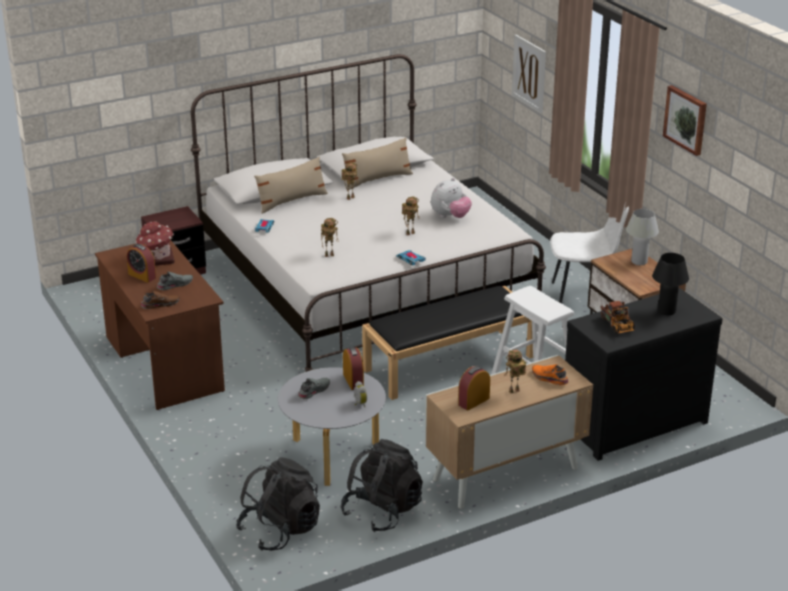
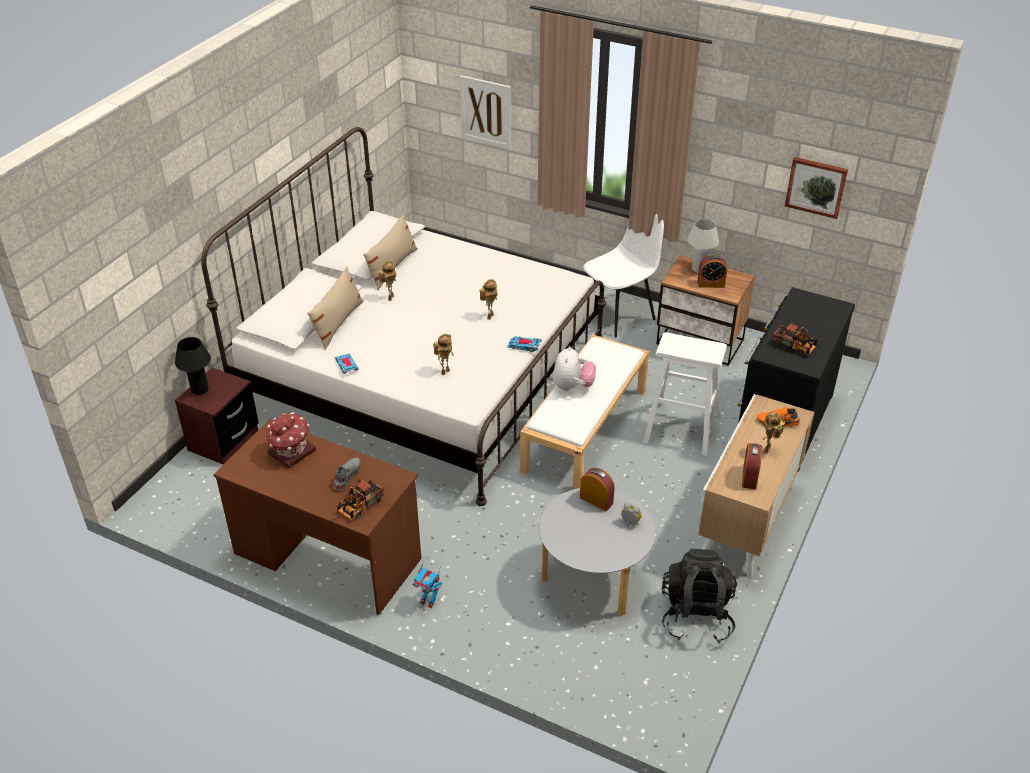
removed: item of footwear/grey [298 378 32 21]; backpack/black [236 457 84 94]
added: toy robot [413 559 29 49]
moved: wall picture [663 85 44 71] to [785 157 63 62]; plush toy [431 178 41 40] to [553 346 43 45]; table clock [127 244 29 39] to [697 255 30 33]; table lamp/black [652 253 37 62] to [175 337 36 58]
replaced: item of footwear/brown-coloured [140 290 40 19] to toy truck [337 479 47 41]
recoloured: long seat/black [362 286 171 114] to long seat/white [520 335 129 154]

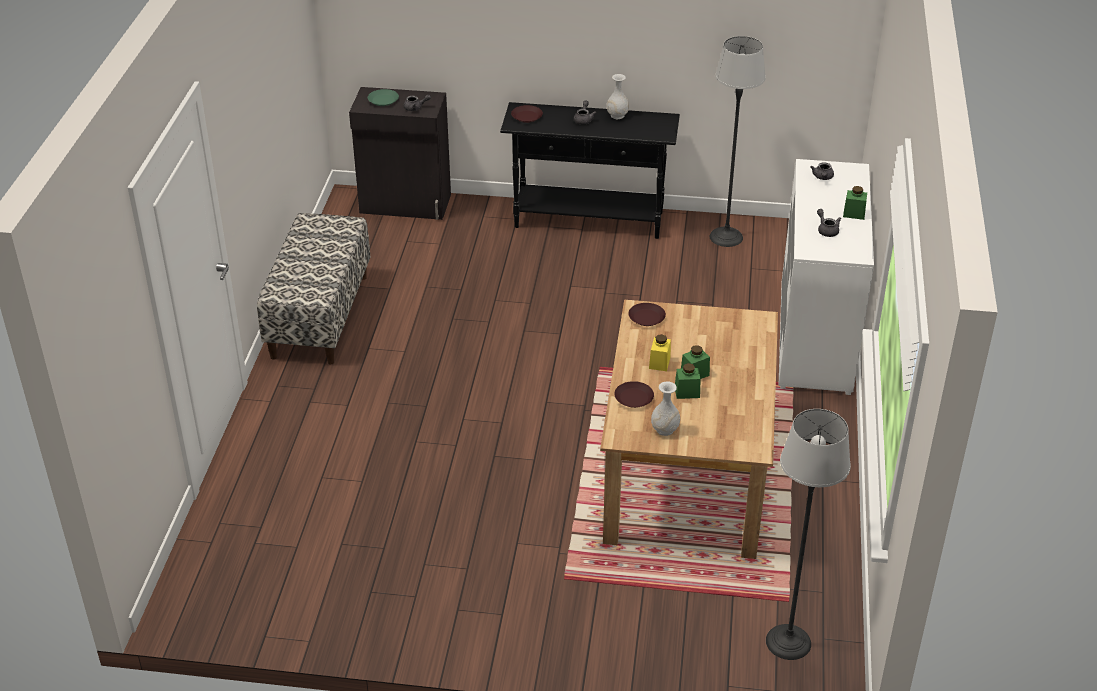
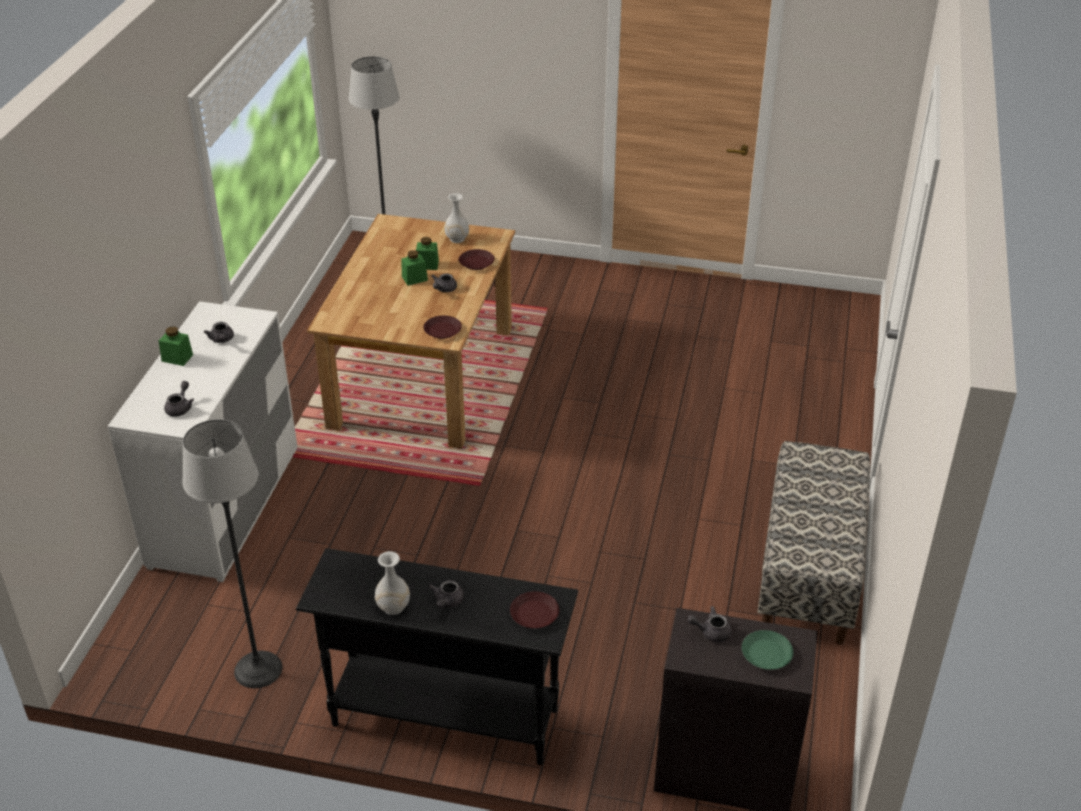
replaced: storage jar/yellow [649 334 22 37] to pot for tea/grey [431 273 26 19]

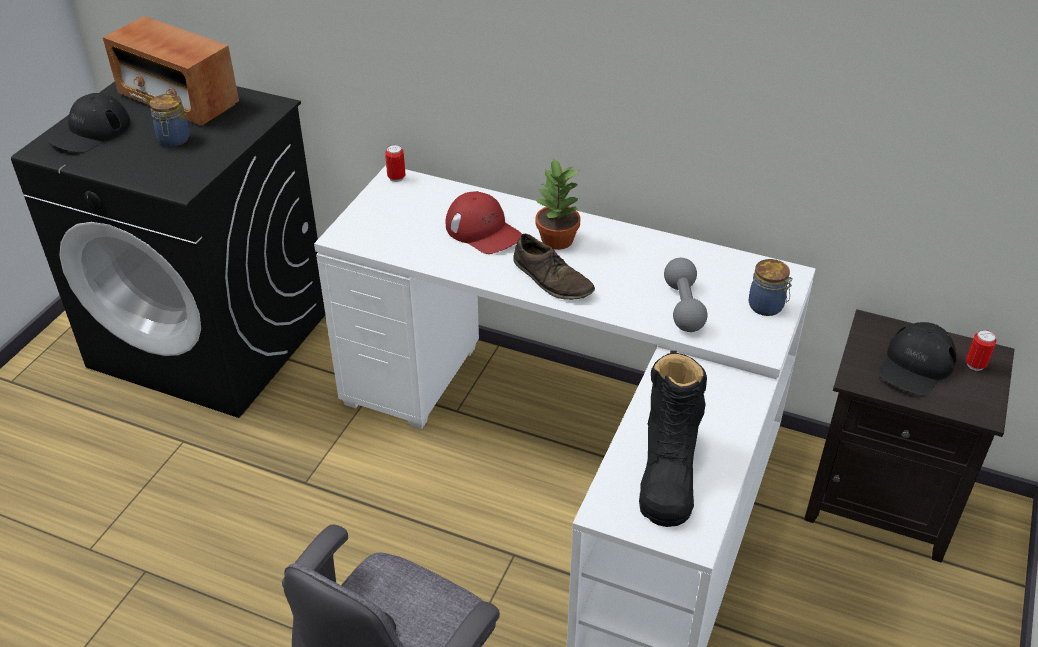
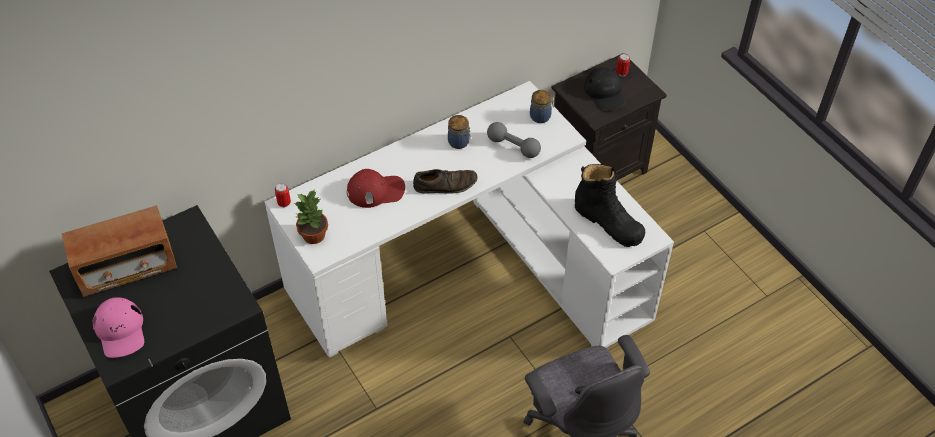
moved: storage jar [150 94 40 53] to [448 115 23 34]; potted plant [534 157 47 93] to [294 190 34 54]
recoloured: cap/black [49 93 81 60] to cap/pink-coloured [93 297 51 61]

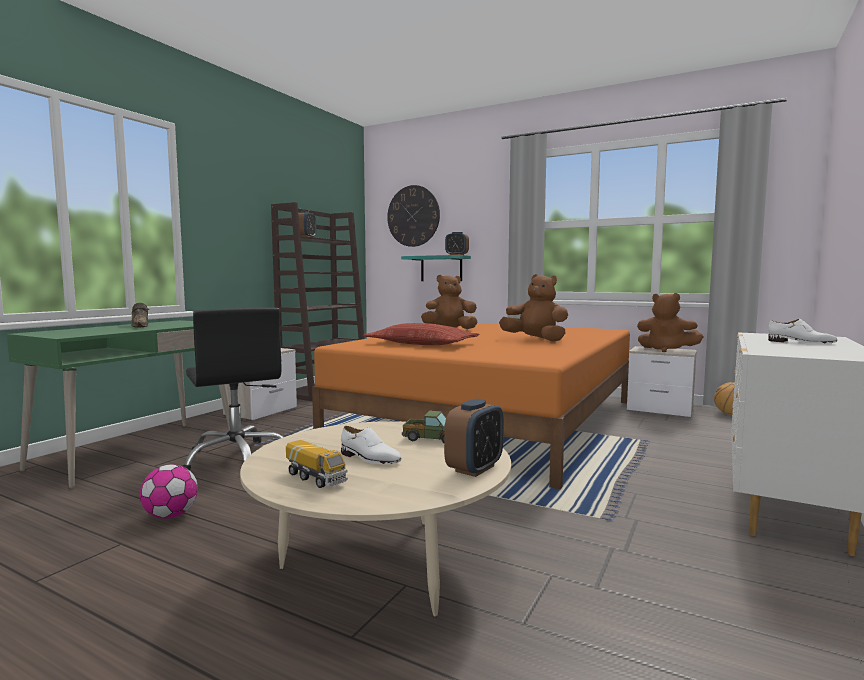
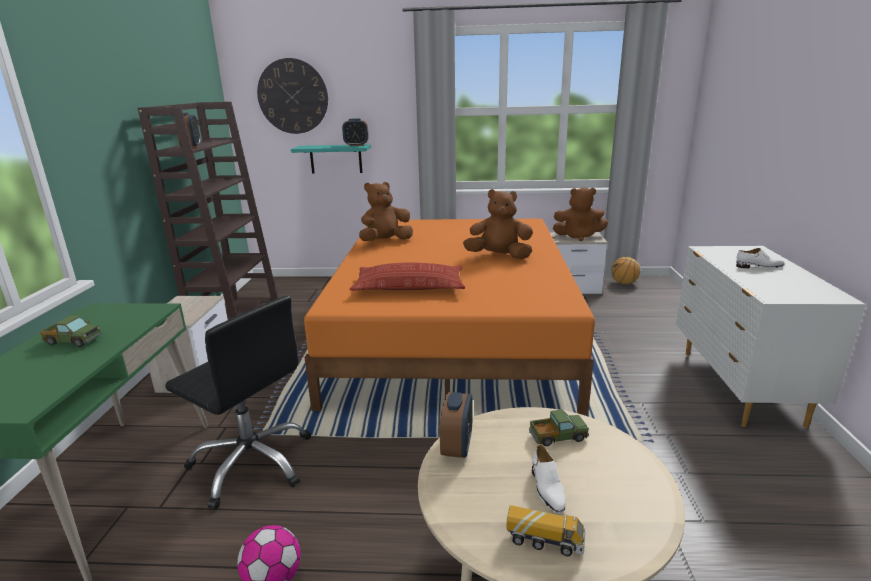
moved: table clock [444 399 60 78] to [440 392 33 66]
replaced: item of footwear/brown-coloured [131 303 18 25] to toy truck [40 316 62 31]
turned: item of footwear/white [341 426 60 38] = [532 445 34 68] 75 degrees clockwise

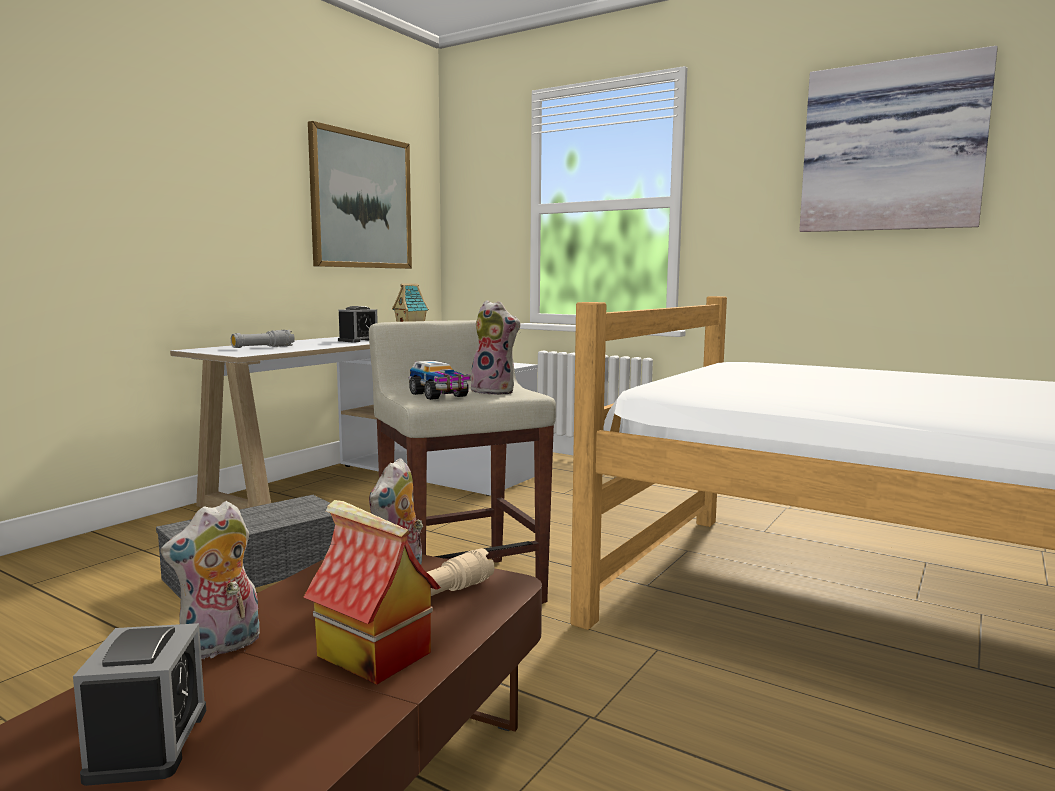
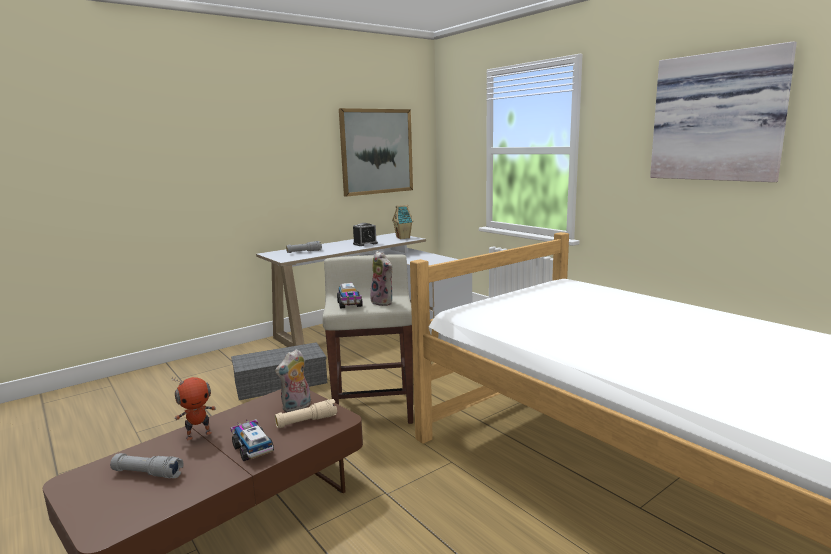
replaced: toy house [303 500 138 185] to toy truck [230 419 44 42]; plush toy [160 501 100 158] to toy robot [172 377 44 63]; table clock [73 623 133 163] to hand torch/grey [110 453 73 25]

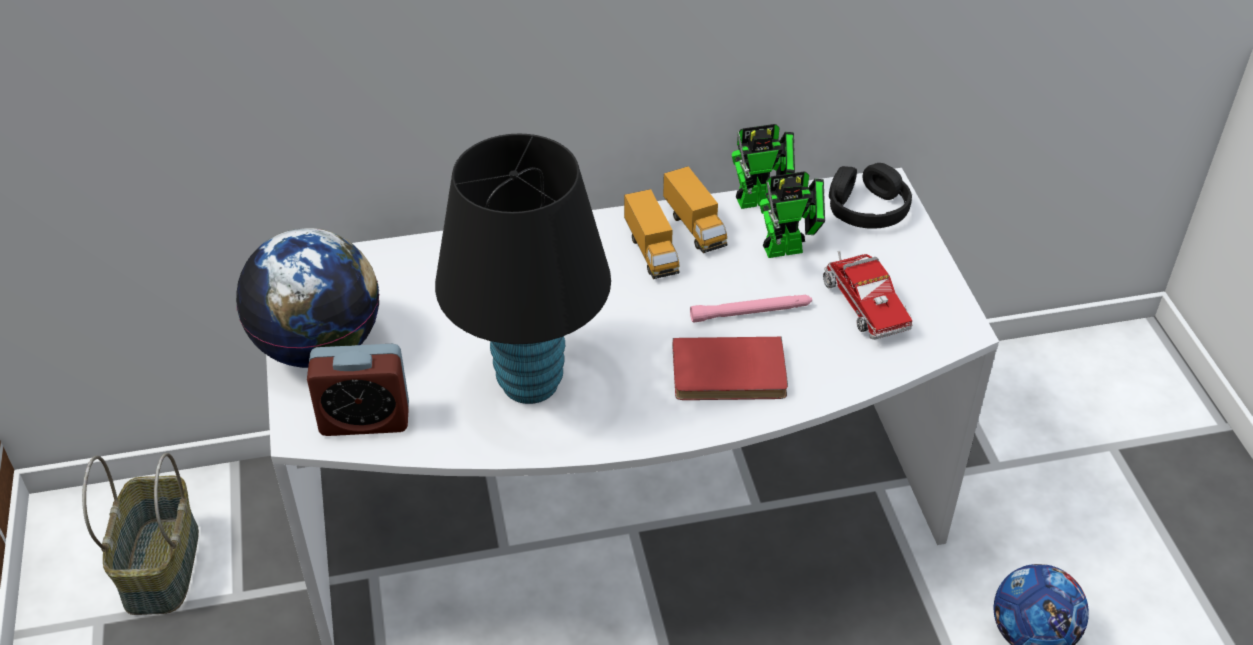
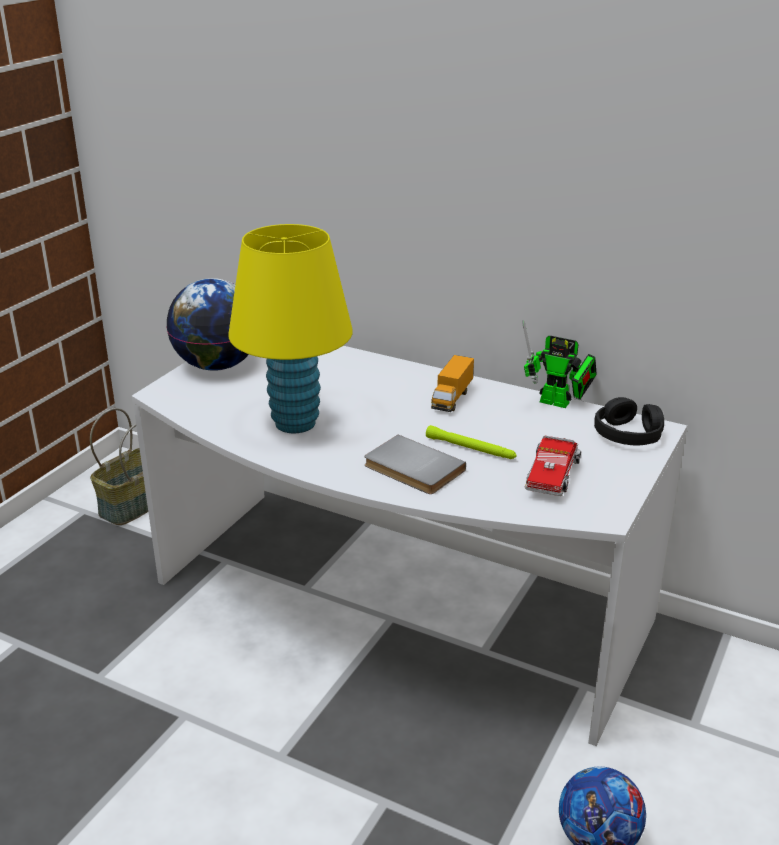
removed: toy truck [663 166 64 87]; toy robot [759 172 66 86]; table clock [307 344 102 92]
recoloured: table lamp/black [435 134 176 270] to table lamp/yellow [228 224 125 209]; hand torch/pink-coloured [690 295 122 27] to hand torch/green [426 425 91 34]; book/reddish [673 337 115 63] to book/grey [365 435 101 59]

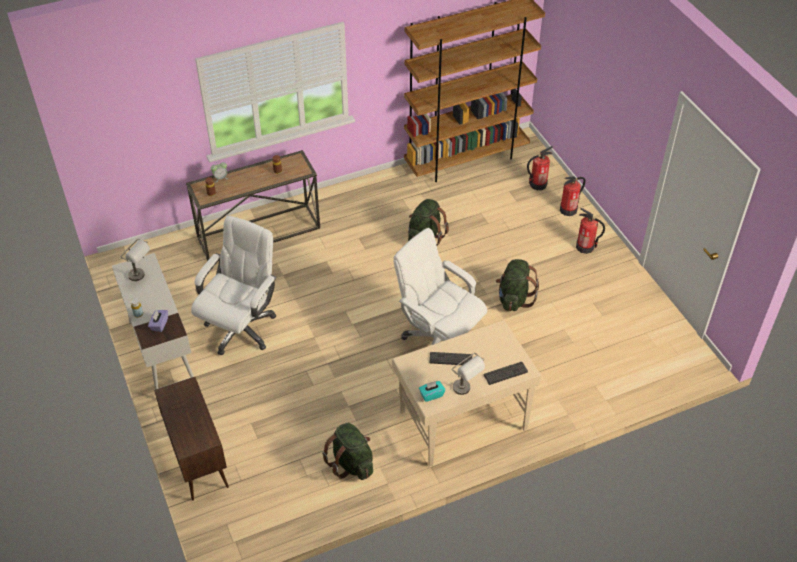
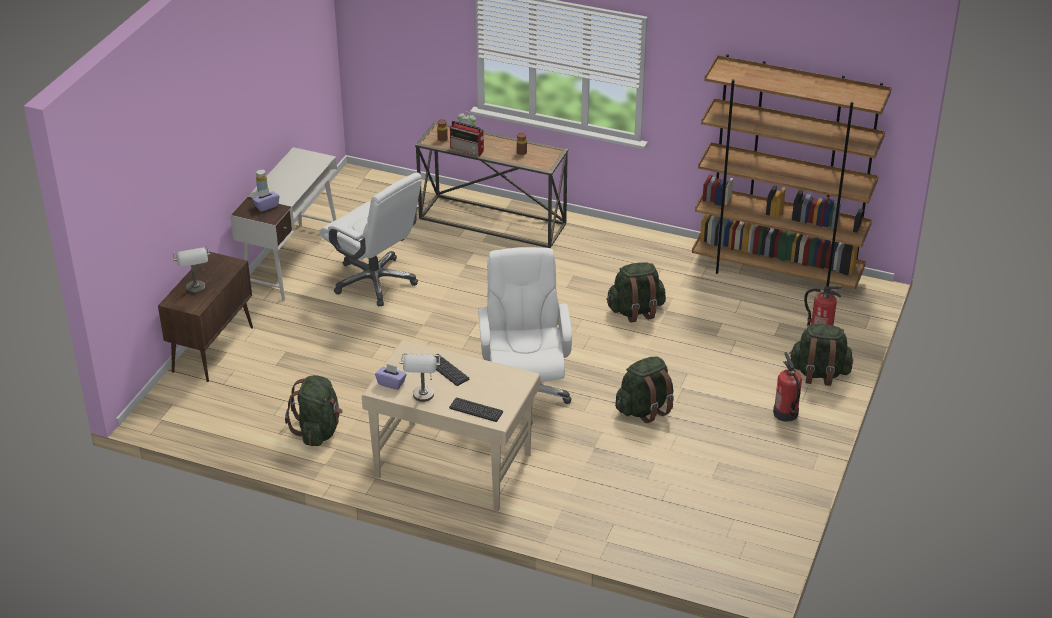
added: radio set [450 121 34 35]
moved: table lamp/grey [120 239 30 42] to [173 247 37 47]
replaced: extinguisher [560 176 25 40] to backpack/green [789 324 64 62]
recoloured: tissue holder/turquoise [419 381 26 21] to tissue holder/purple-coloured [375 364 32 26]
turned: desk chair/white [191 216 86 139] = [319 173 103 133] 60 degrees clockwise

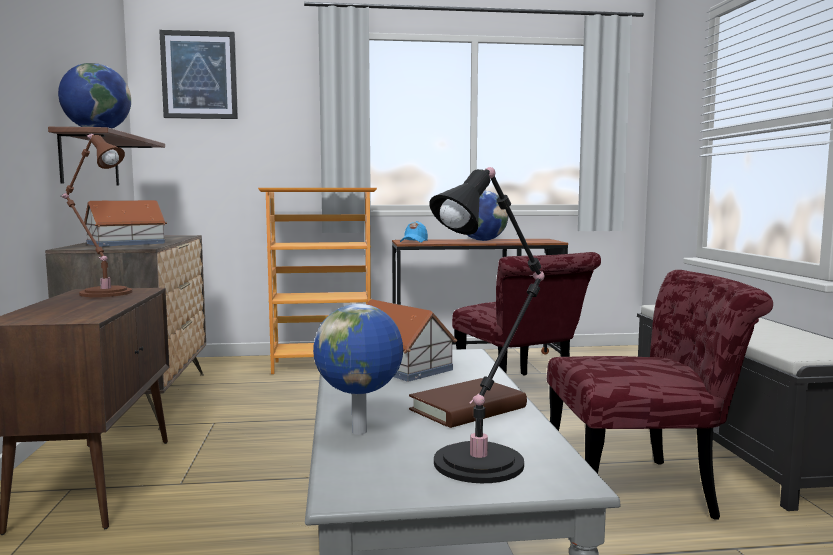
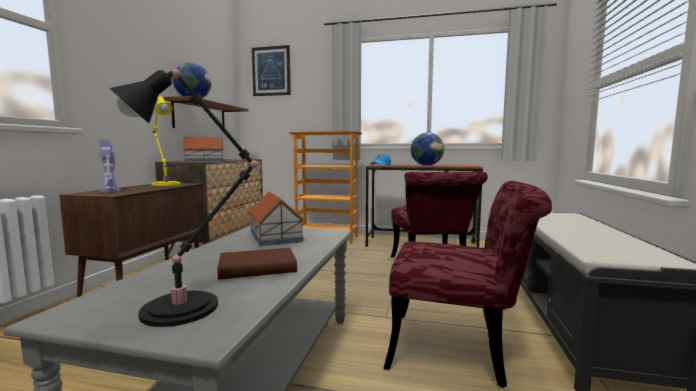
removed: desk globe [313 304 90 131]
added: toy robot [98 139 23 53]
recoloured: table lamp/brown-coloured [62 134 70 163] to table lamp/yellow [151 96 30 90]

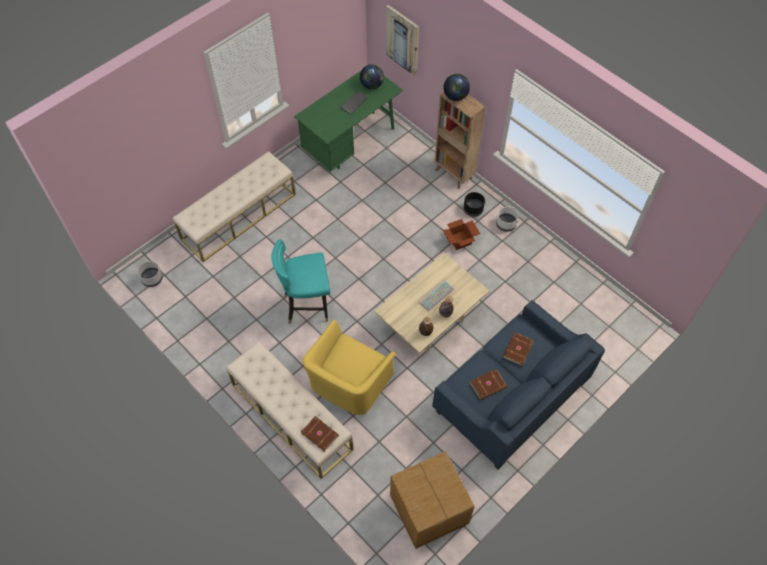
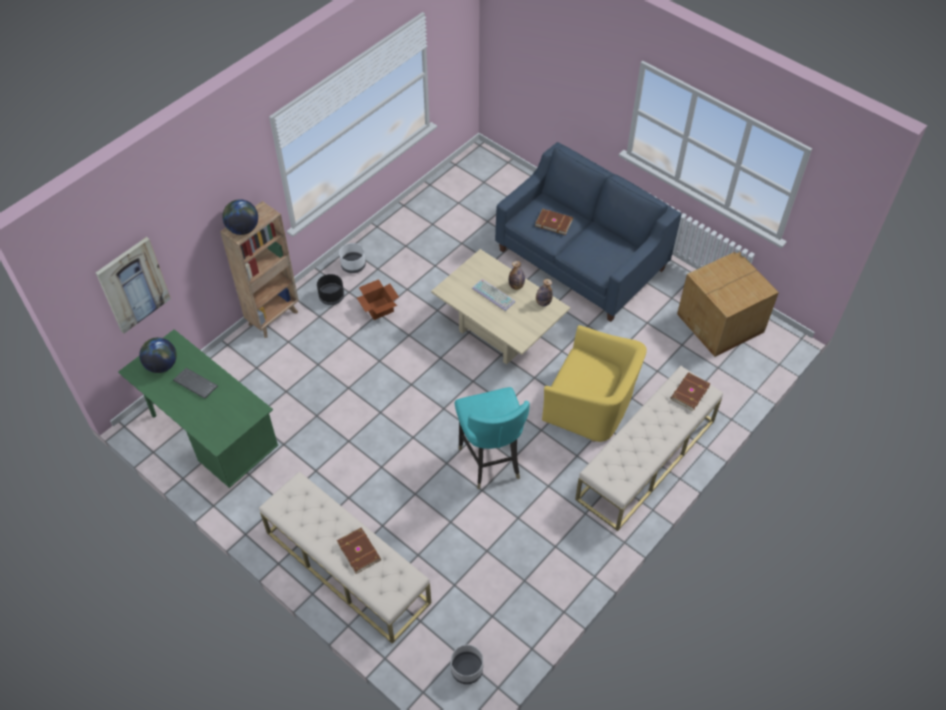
moved: book/brown-coloured [470 369 37 31] to [337 527 44 47]

